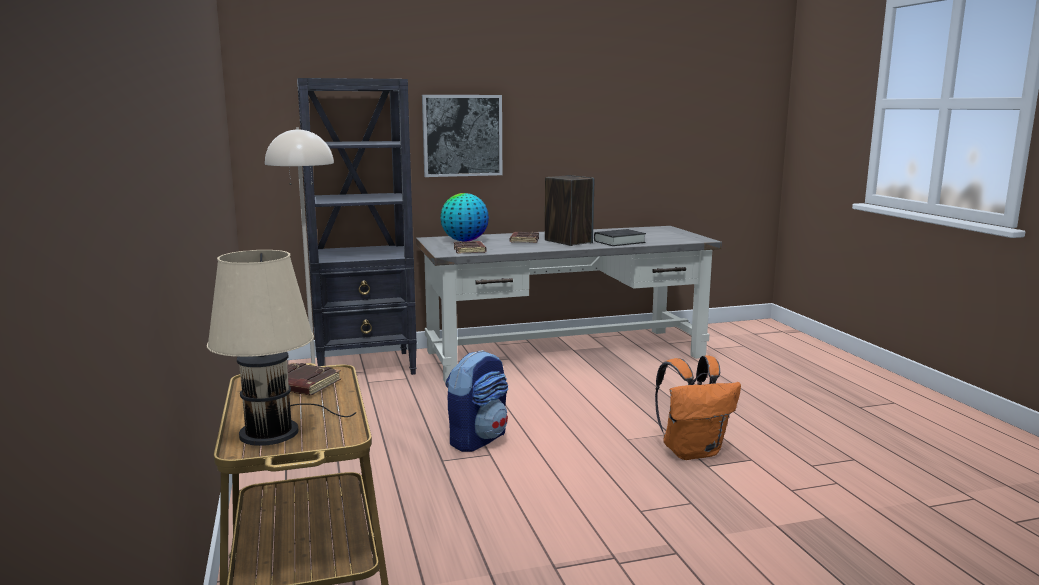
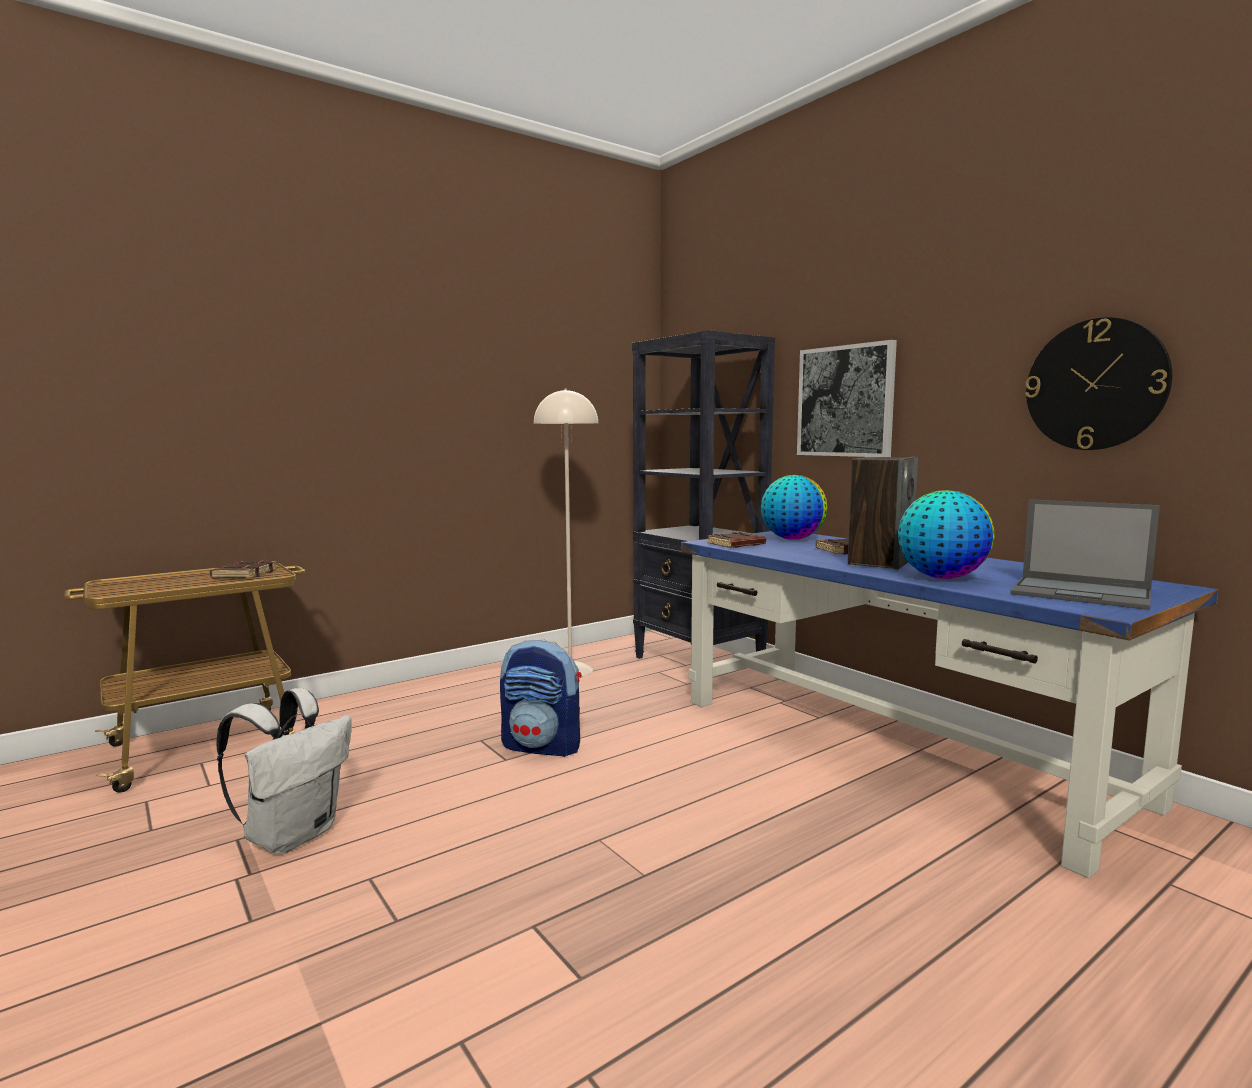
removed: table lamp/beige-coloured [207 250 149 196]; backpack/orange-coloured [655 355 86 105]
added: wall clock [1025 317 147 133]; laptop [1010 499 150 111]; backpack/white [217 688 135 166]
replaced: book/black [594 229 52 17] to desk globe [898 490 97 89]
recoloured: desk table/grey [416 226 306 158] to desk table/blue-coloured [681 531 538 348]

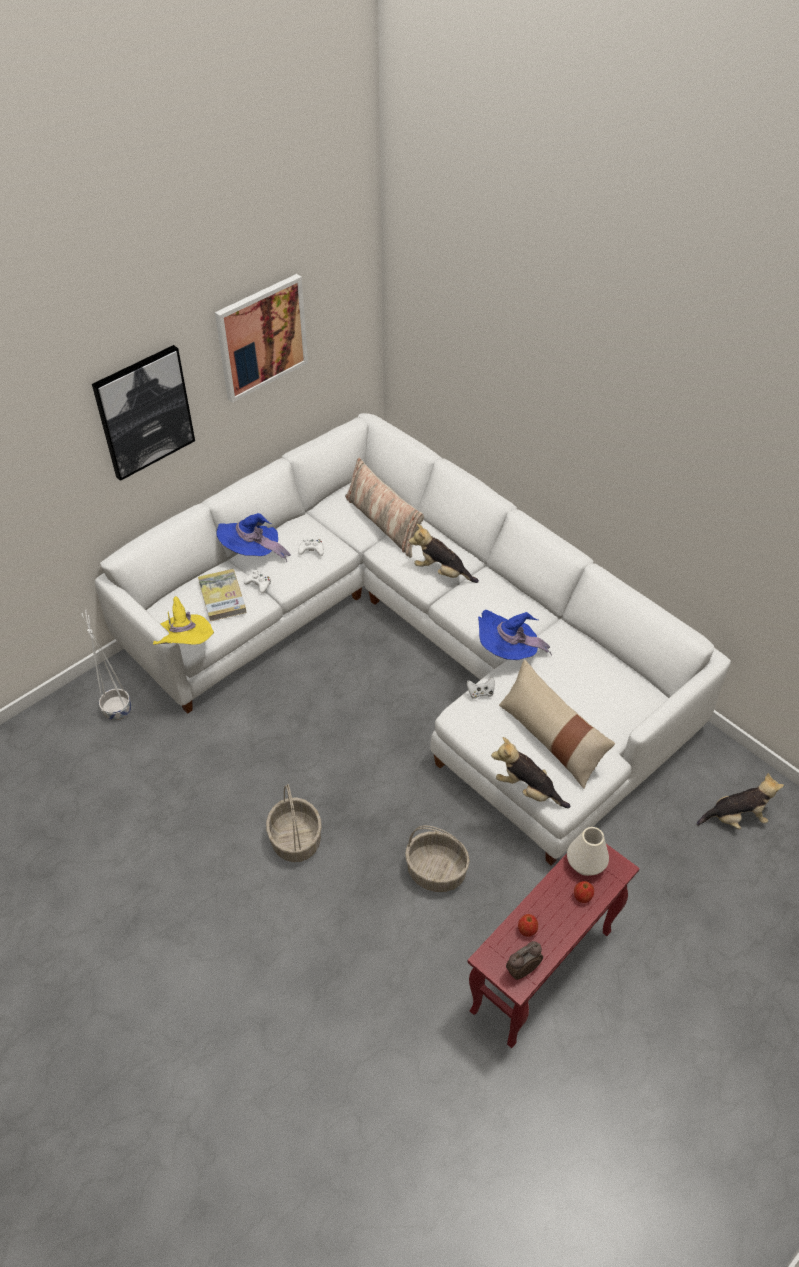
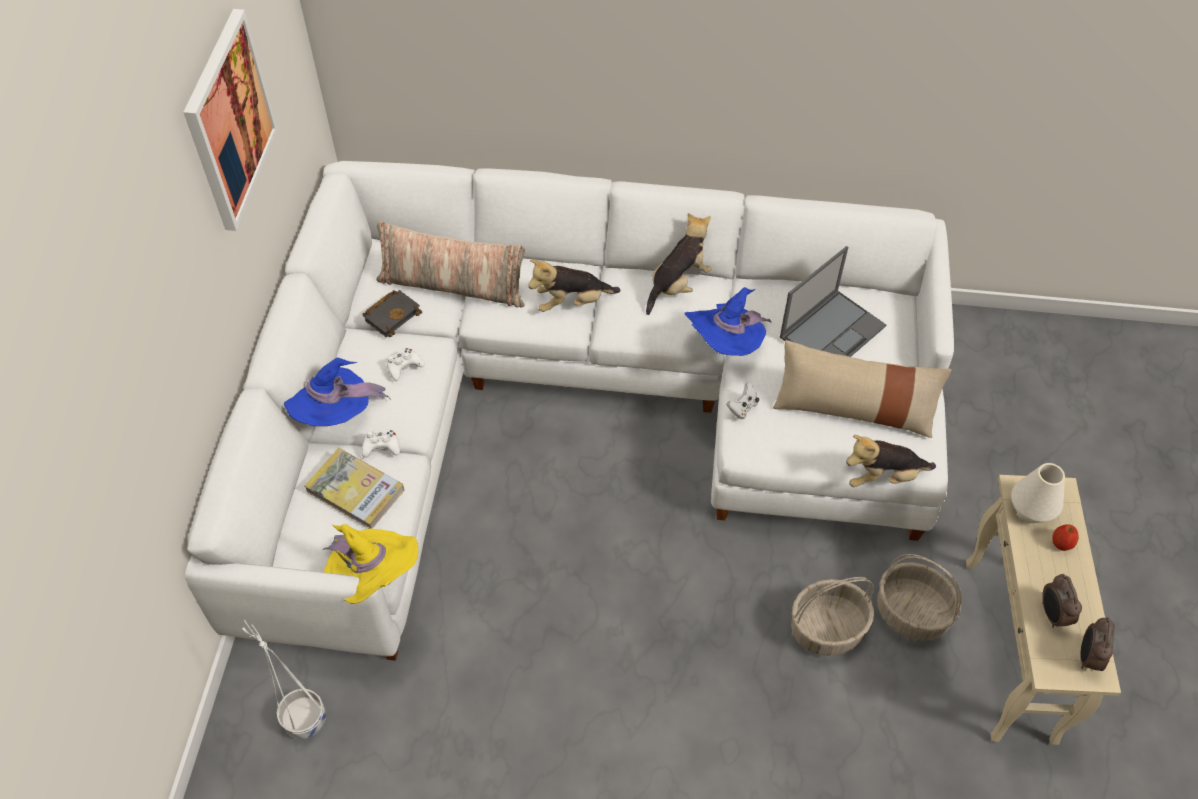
removed: wall picture [92 345 103 136]
added: laptop [780 246 106 111]; book/black [363 290 59 47]
moved: plush toy [696 773 88 57] to [646 213 65 102]; basket [266 784 56 78] to [877 554 85 87]
replaced: apple fruit [518 914 20 23] to table clock [1042 574 40 54]
recoloured: end table/reddish [467 844 173 204] to end table/beige-coloured [966 475 155 270]

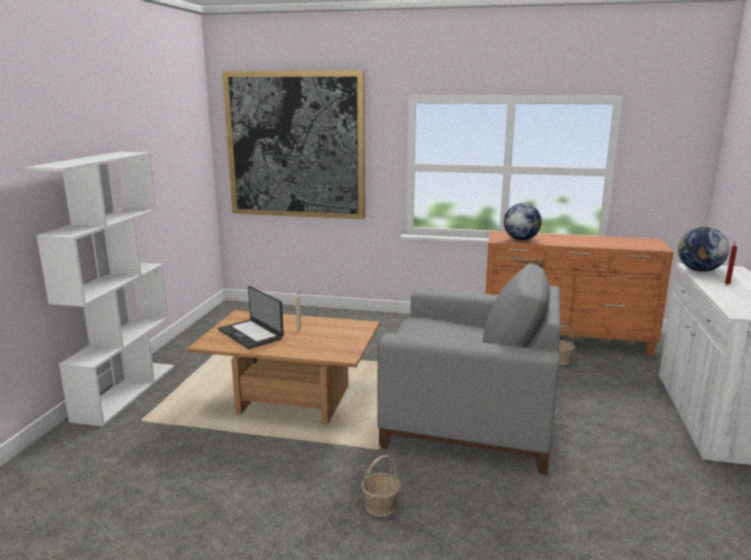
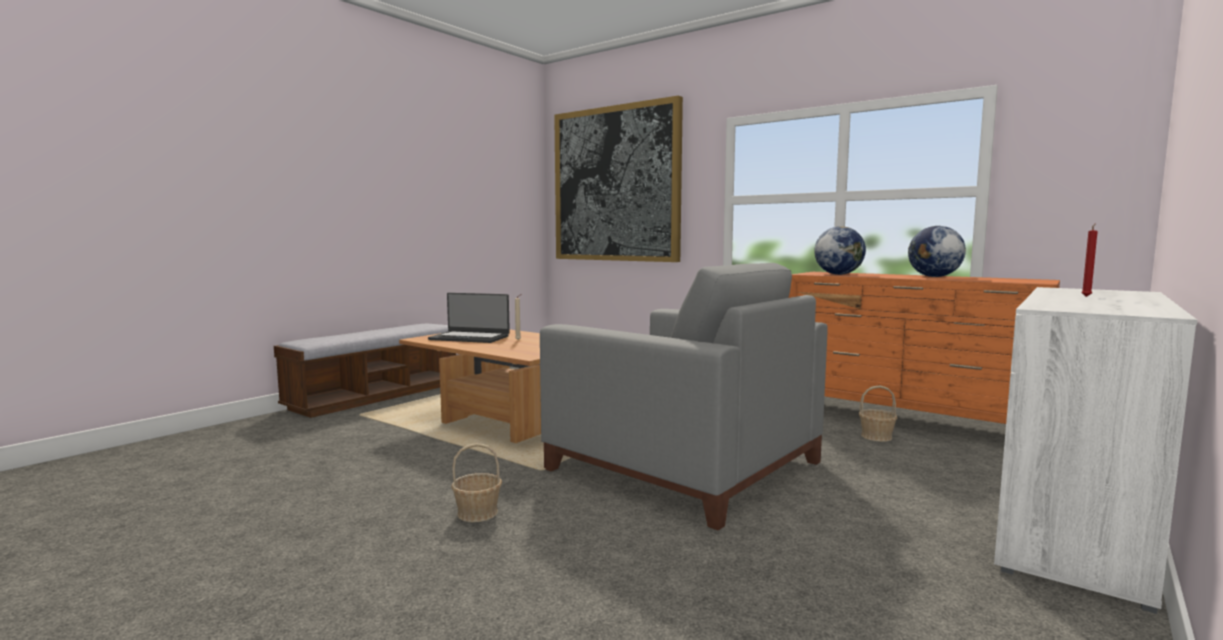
moved: desk globe [678 227 51 45] to [908 226 58 51]
replaced: shelving unit/white [25 152 149 275] to long seat [274 324 182 94]
turned: laptop [218 286 66 63] = [428 293 82 50] 60 degrees counterclockwise

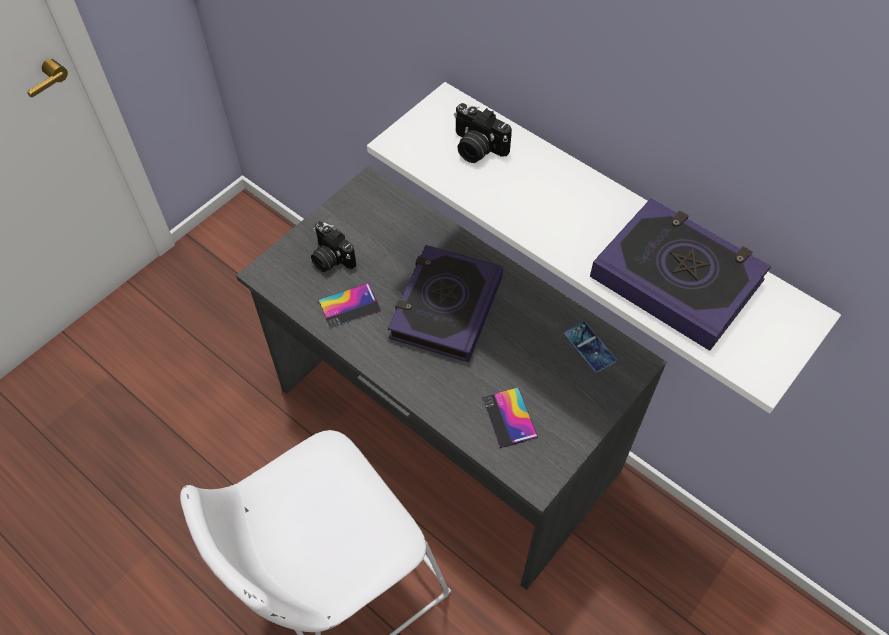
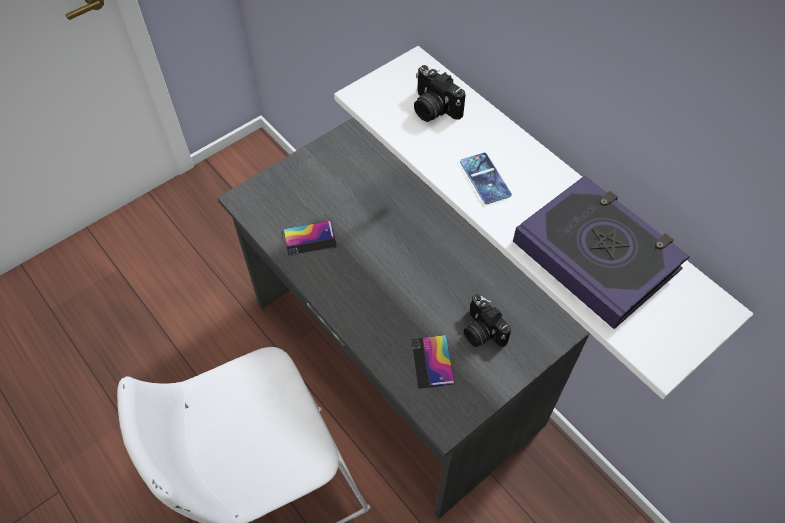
removed: book [388 245 115 117]
moved: still camera [311 221 45 51] to [464 294 47 53]; handset [564 322 53 50] to [460 153 52 51]

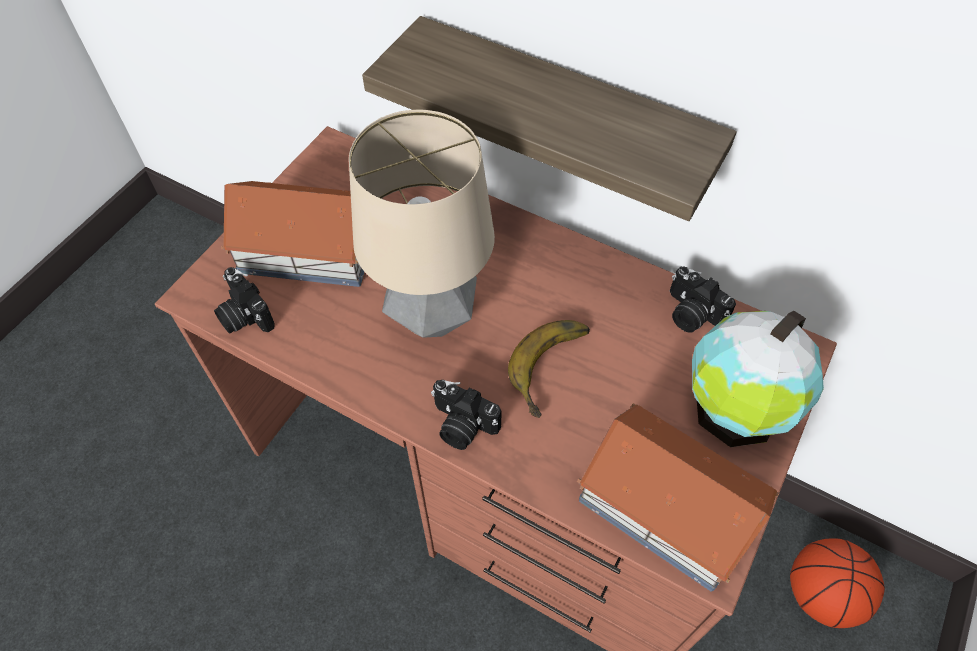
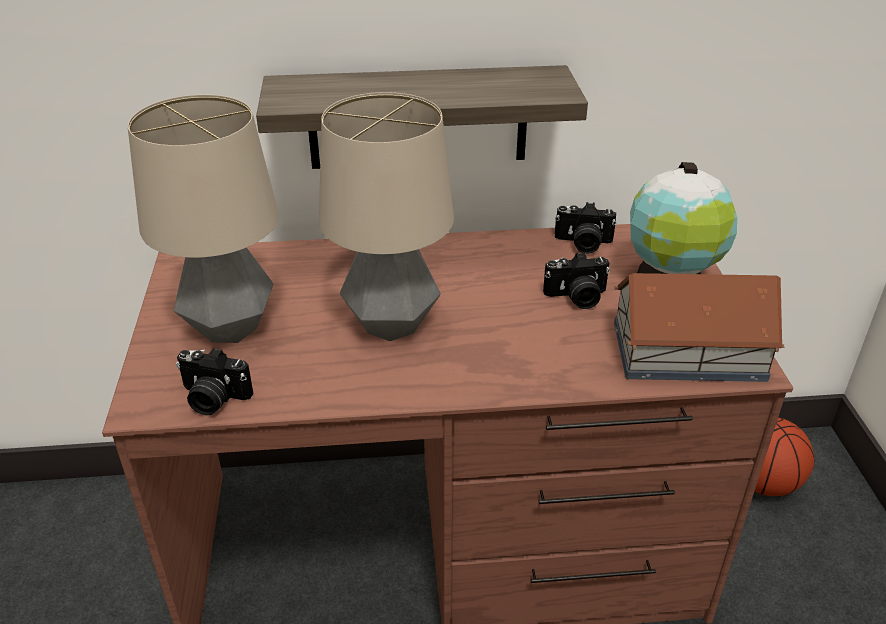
removed: whole banana [508 320 82 98]
moved: still camera [431 380 71 70] to [543 252 67 57]
replaced: toy house [221 181 143 106] to table lamp [128 95 151 248]

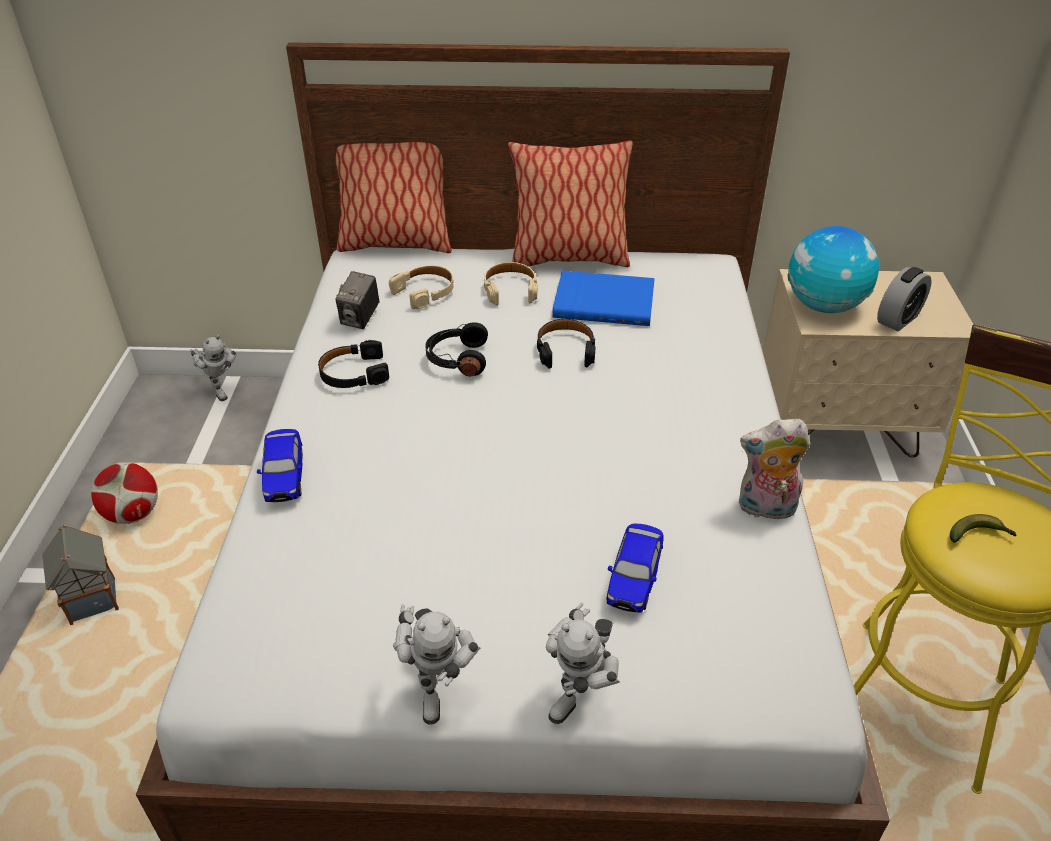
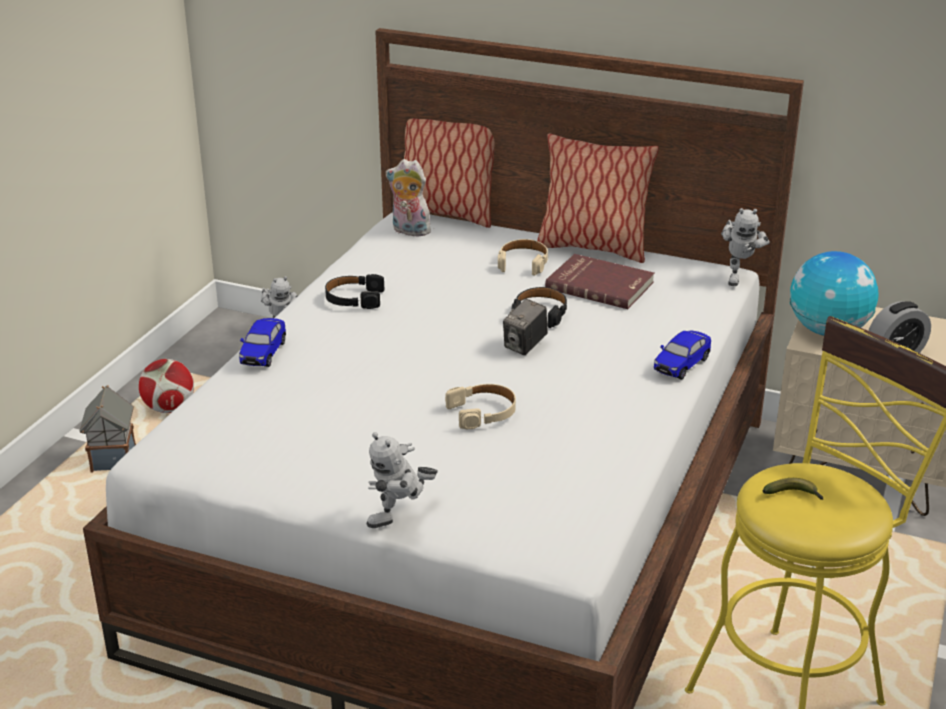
removed: pair of headphones/black [426 323 62 53]
moved: pair of headphones/beige-coloured [389 265 64 44] to [445 384 71 45]; still camera [336 271 43 58] to [503 298 45 58]; plush toy [739 419 72 101] to [386 159 47 78]; model car [607 524 57 89] to [654 331 57 49]; toy robot [393 604 87 121] to [721 208 49 78]
recoloured: book/blue-coloured [552 271 103 55] to book/reddish [545 254 110 55]

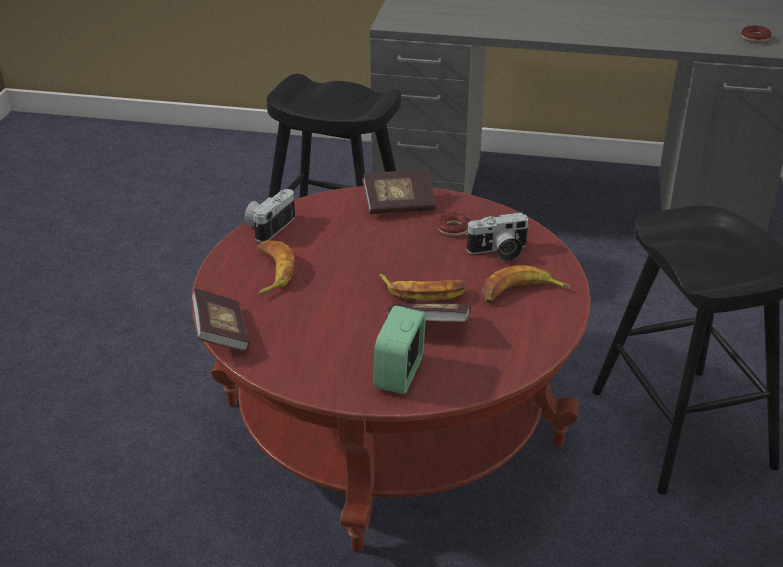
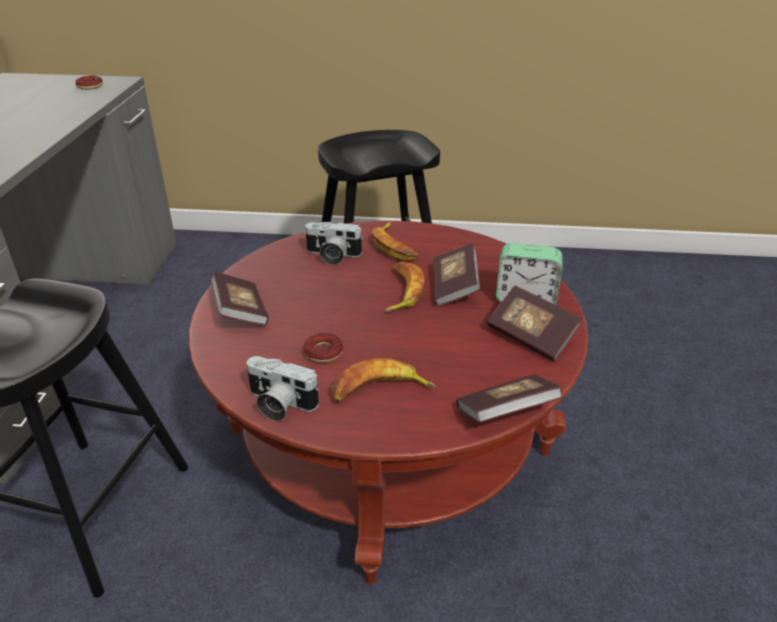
added: book [487 286 95 76]
moved: donut [436 212 34 24] to [304 333 39 30]
turned: still camera [465 212 64 49] = [304 222 59 43] 120 degrees clockwise

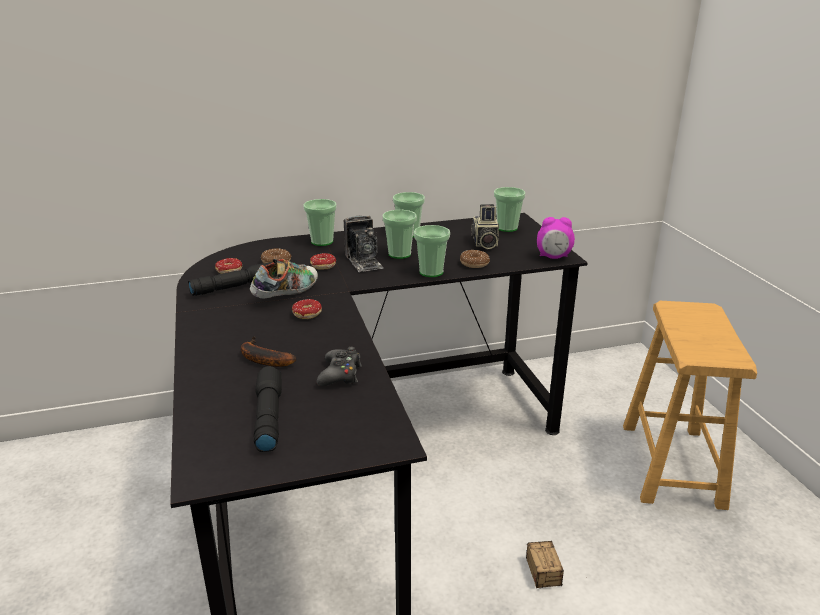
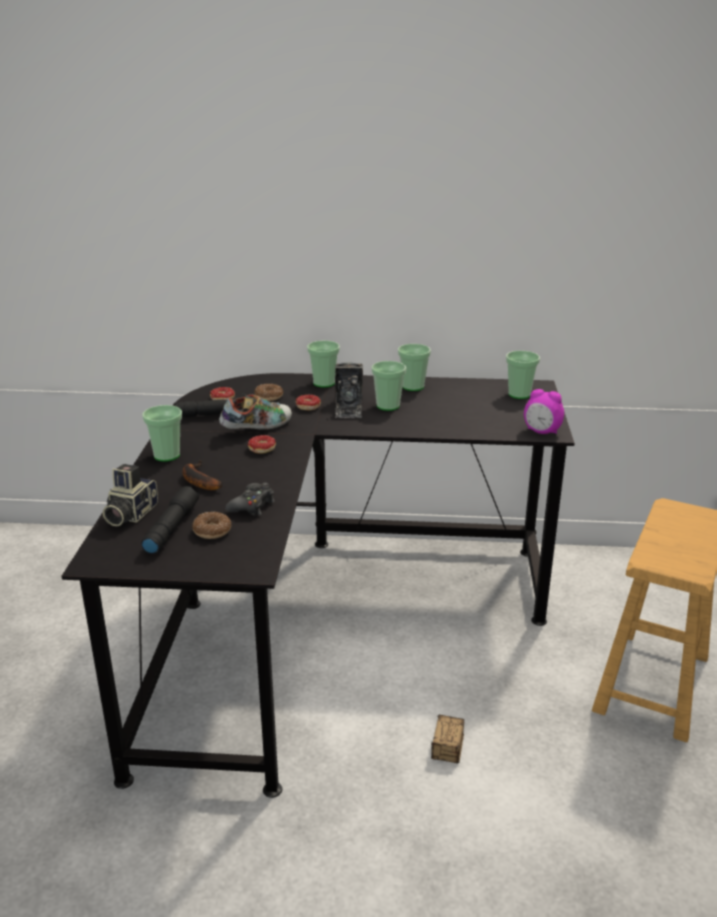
moved: still camera [471 204 28 45] to [103 464 55 62]; drinking cup [414 225 36 52] to [142 405 40 57]; donut [460 250 30 18] to [192 512 39 27]

